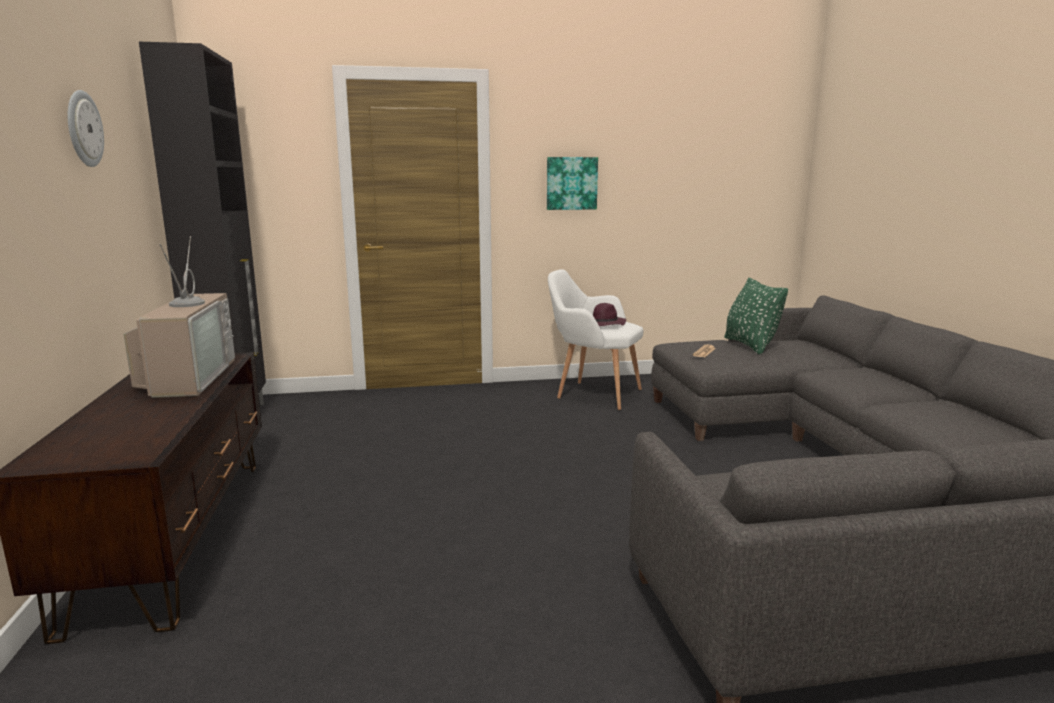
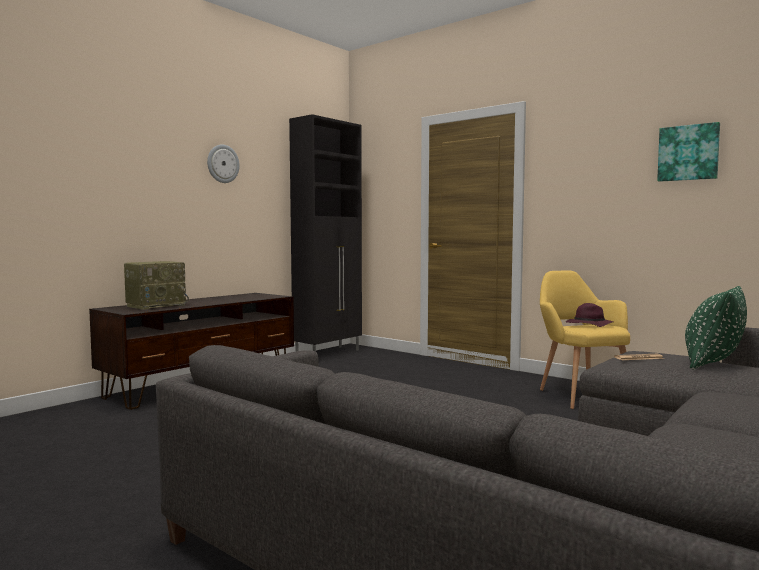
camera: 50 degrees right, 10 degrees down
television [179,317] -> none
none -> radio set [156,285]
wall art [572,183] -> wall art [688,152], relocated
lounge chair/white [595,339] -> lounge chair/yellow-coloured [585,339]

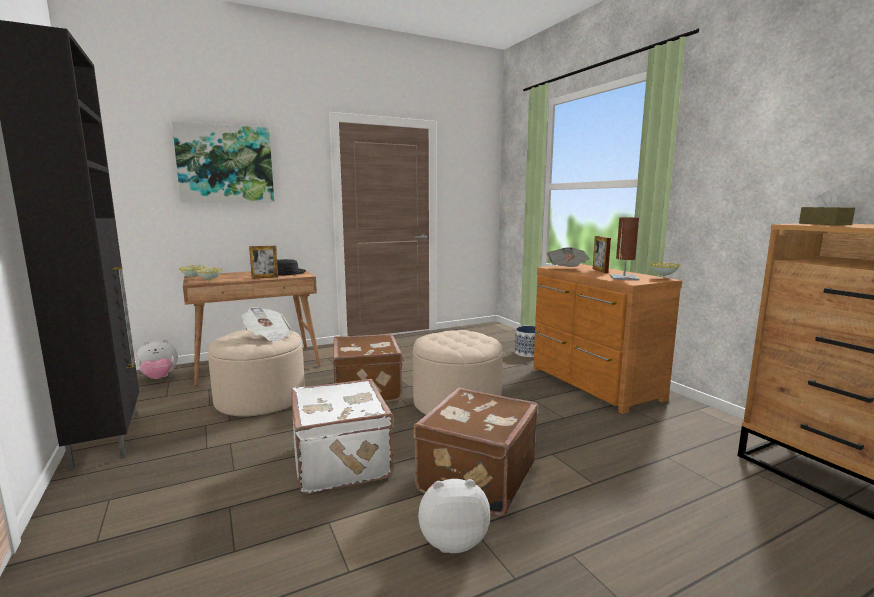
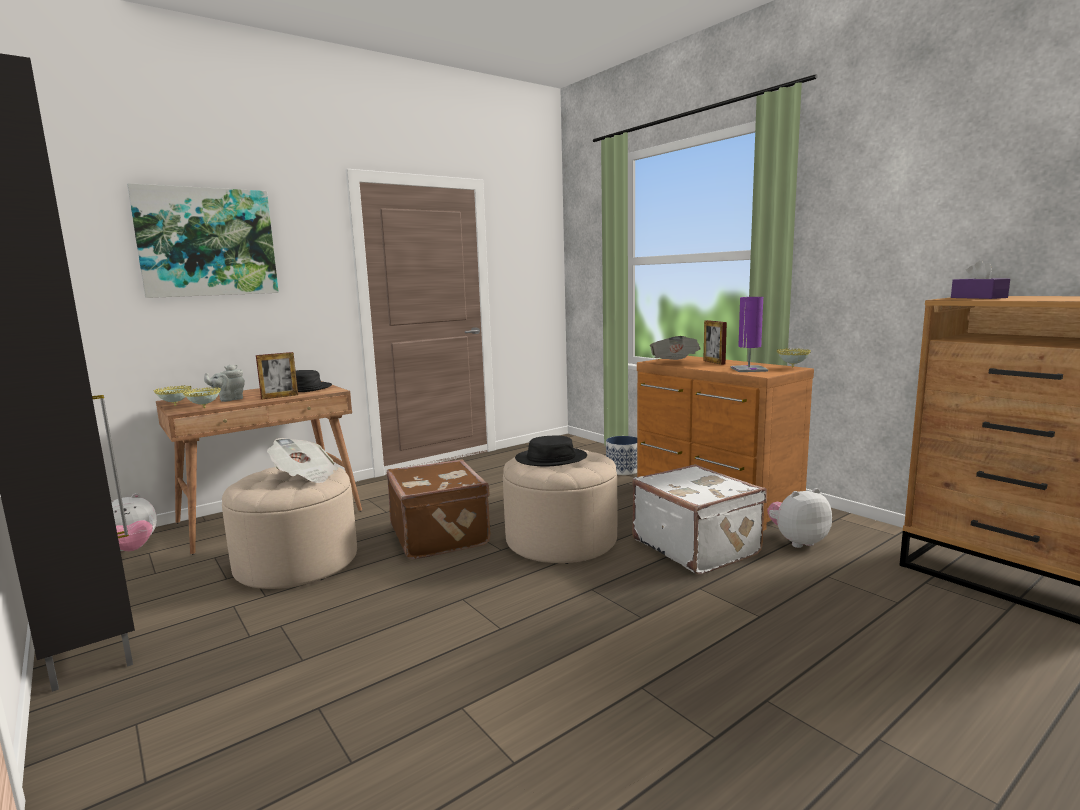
camera: 10 degrees left, 0 degrees up
travel case/brown [476,451] -> none
none -> tea pot/grey [224,383]
none -> wearable hat/black-coloured [551,451]
travel case/white [342,436] -> travel case/white [699,519], relocated
plush toy [454,516] -> plush toy [799,518], relocated
tabletop lamp/brown [625,248] -> tabletop lamp/purplish [749,334]
tissue box/brown [827,207] -> tissue box/purplish [980,279]

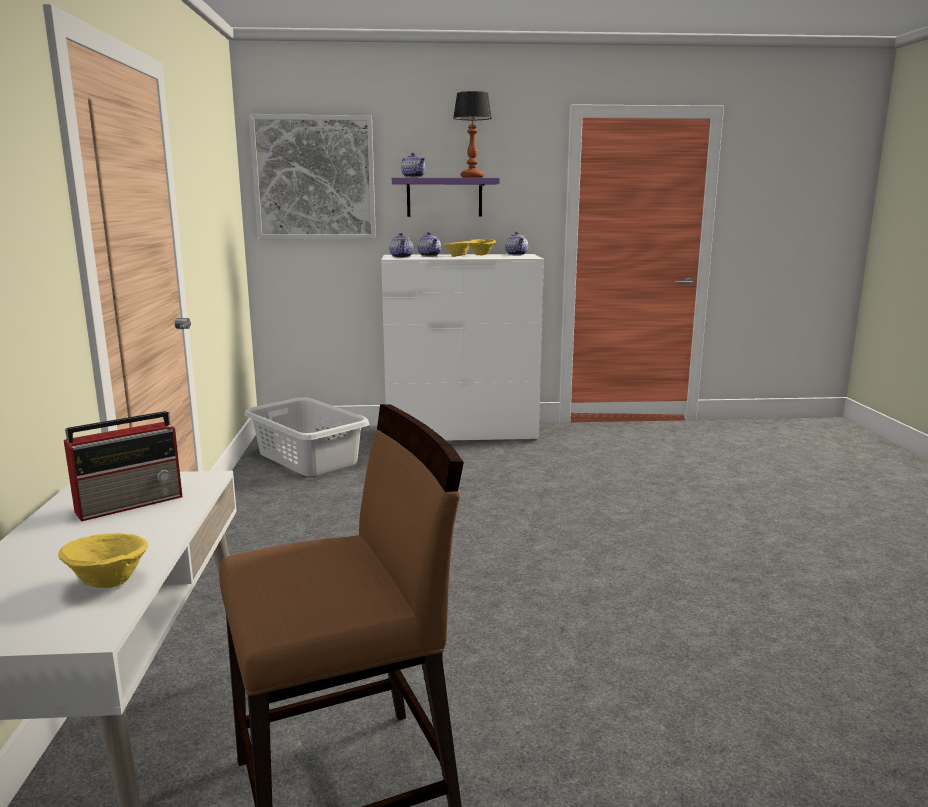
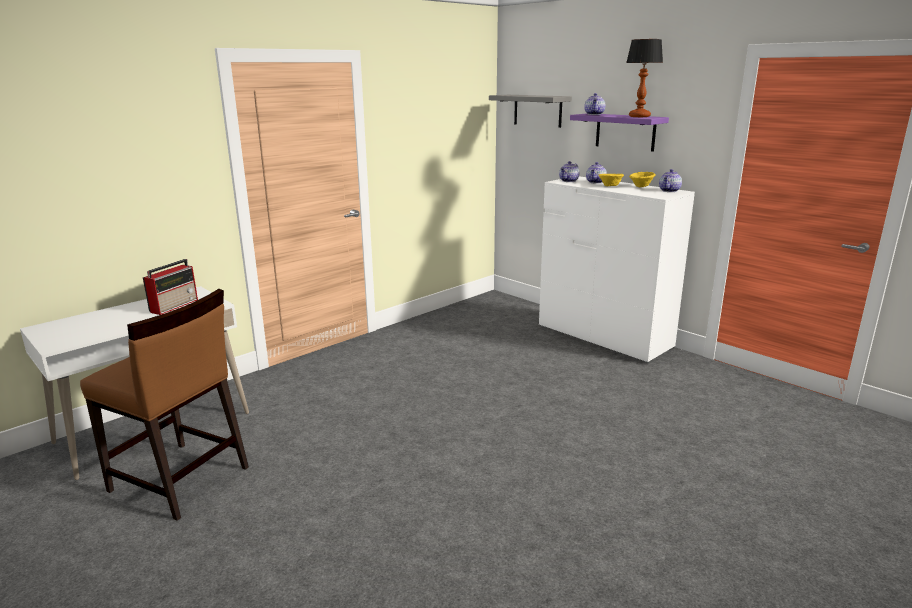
camera: 50 degrees right, 5 degrees up
serving bowl/yellow-coloured [103,560] -> none
hamper/grey [307,436] -> none
wall art [312,176] -> wall shelf/grey [530,111]
radio set [123,466] -> radio set [170,287], 75 degrees counterclockwise

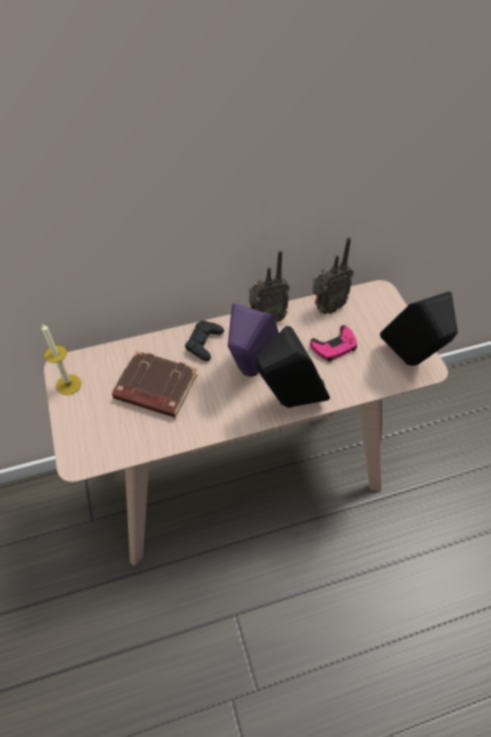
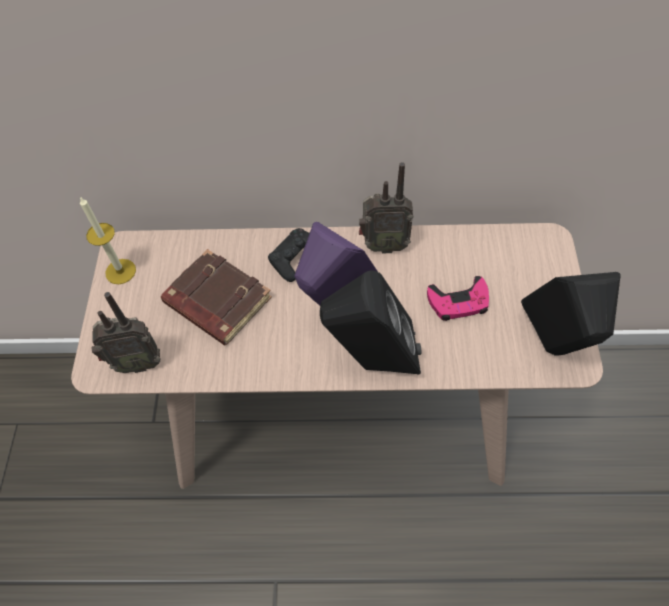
camera: 20 degrees right, 5 degrees up
radio set [333,275] -> radio set [126,332], relocated

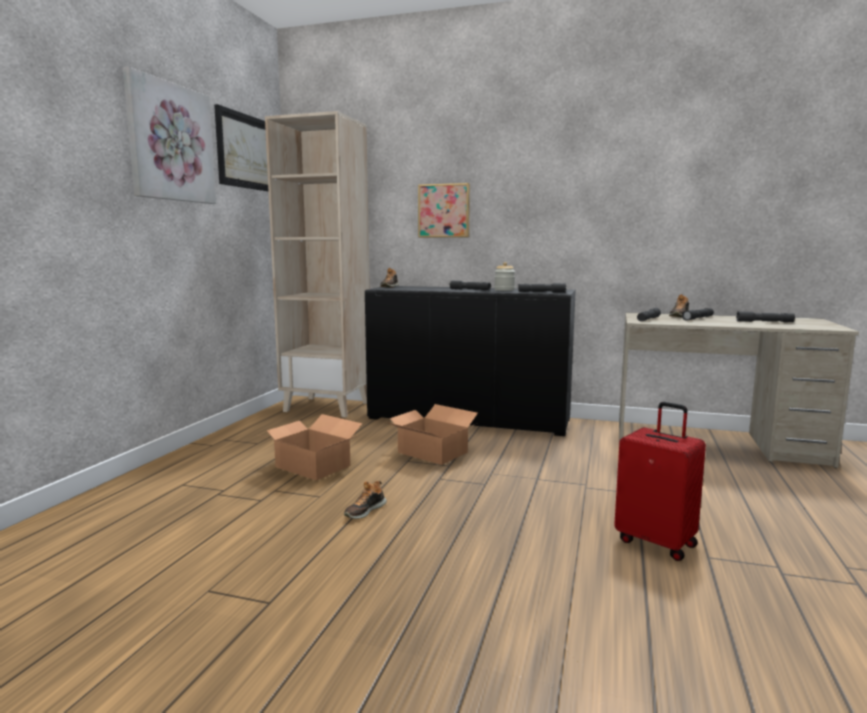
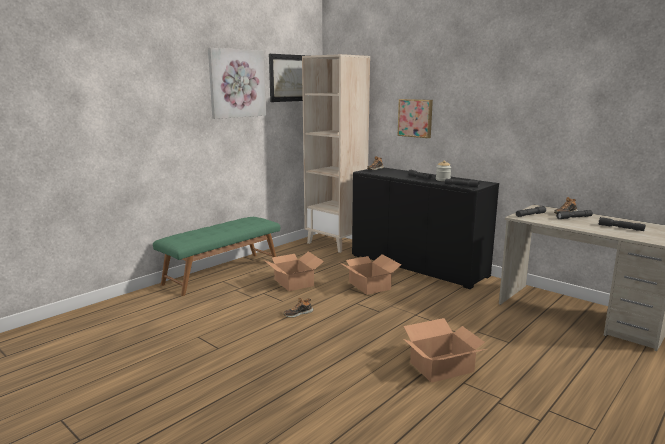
camera: 25 degrees right, 5 degrees up
none -> long seat/green [216,256]
travel case/red-coloured [660,481] -> carton [445,350]

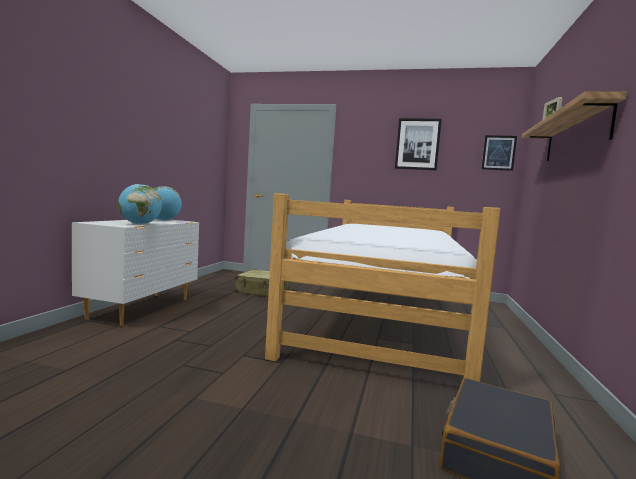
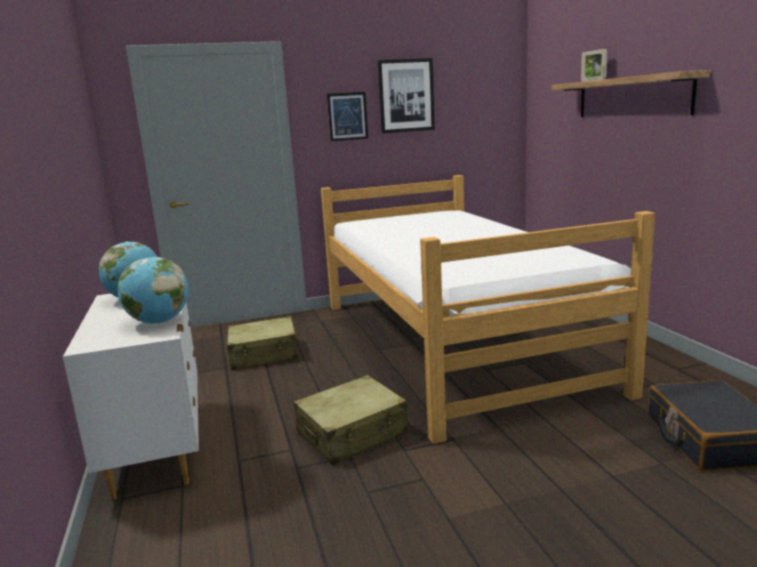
camera: 30 degrees left, 10 degrees up
none -> travel case/beige-coloured [351,420]
wall art [499,153] -> wall art [347,116], relocated

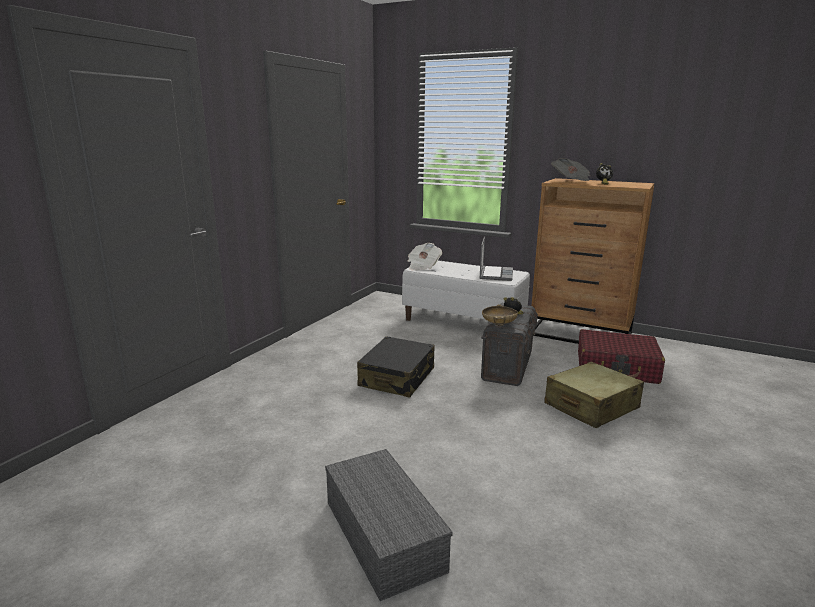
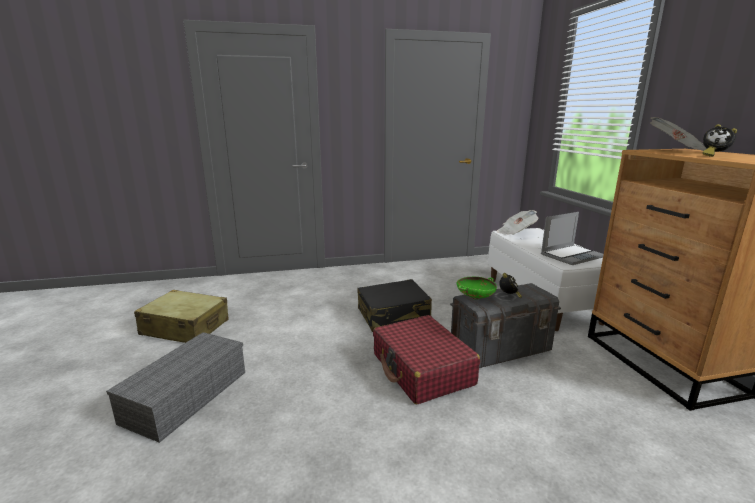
camera: 50 degrees right, 0 degrees up
travel case/beige-coloured [594,395] -> travel case/beige-coloured [181,316], relocated
travel case/red-coloured [621,356] -> travel case/red-coloured [426,360], relocated
serving bowl/beige-coloured [500,315] -> serving bowl/green [477,288]

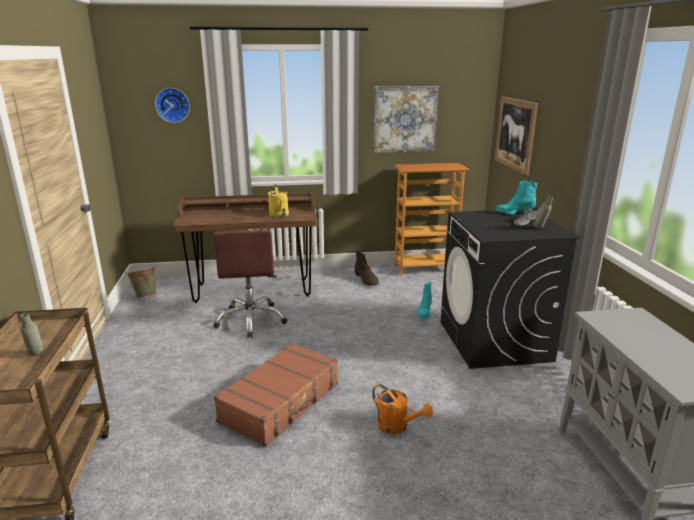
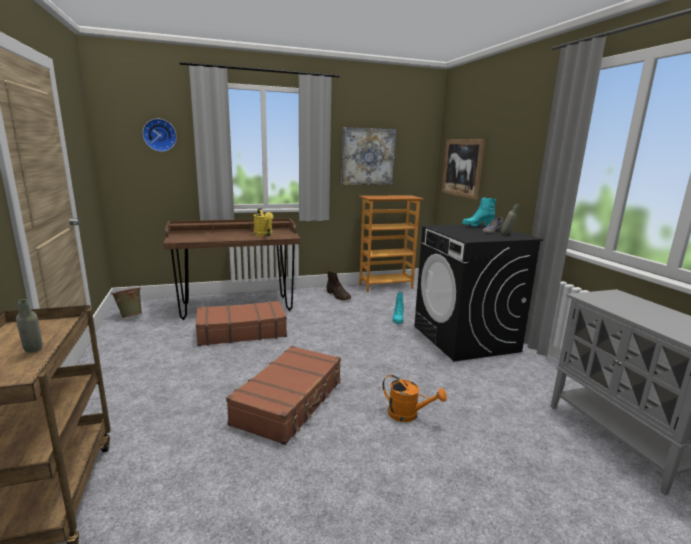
camera: 10 degrees left, 5 degrees down
computer chair/brown [250,284] -> travel case/brown [241,323]

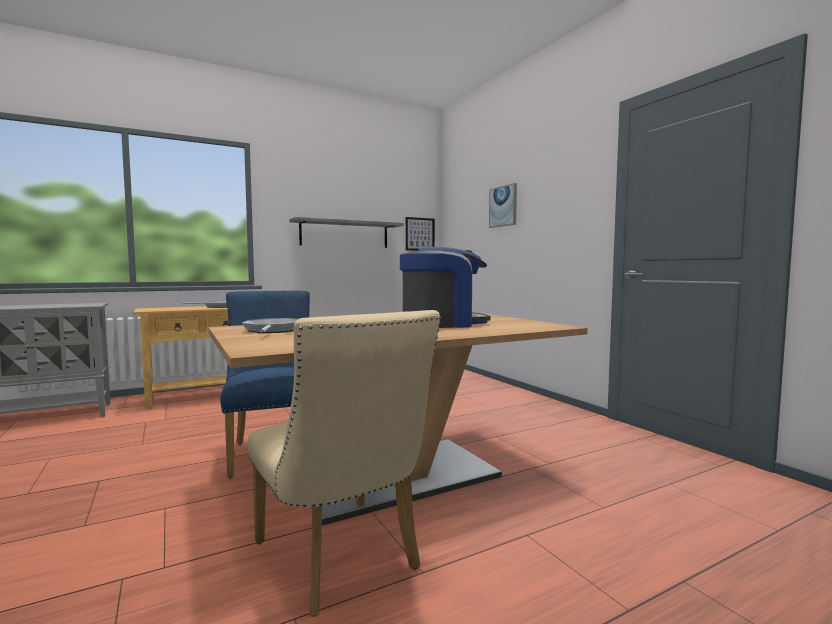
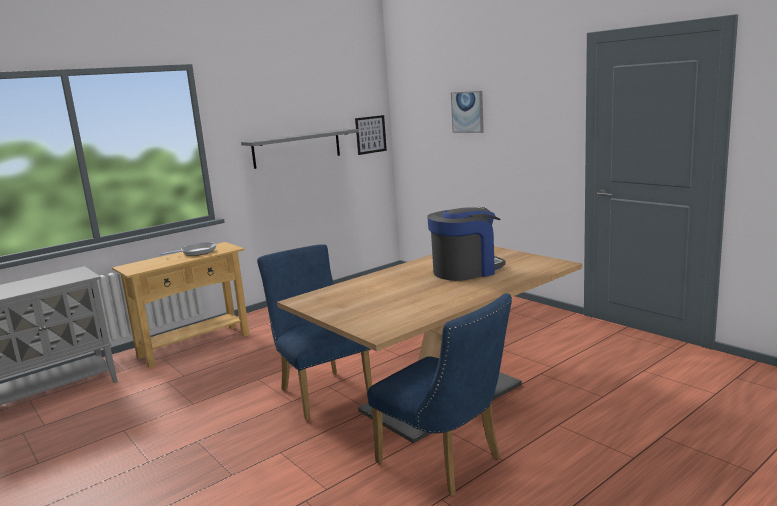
camera: 10 degrees left, 10 degrees up
skillet [270,325] -> none
upright chair/beige-coloured [344,463] -> upright chair/bluish [439,394]

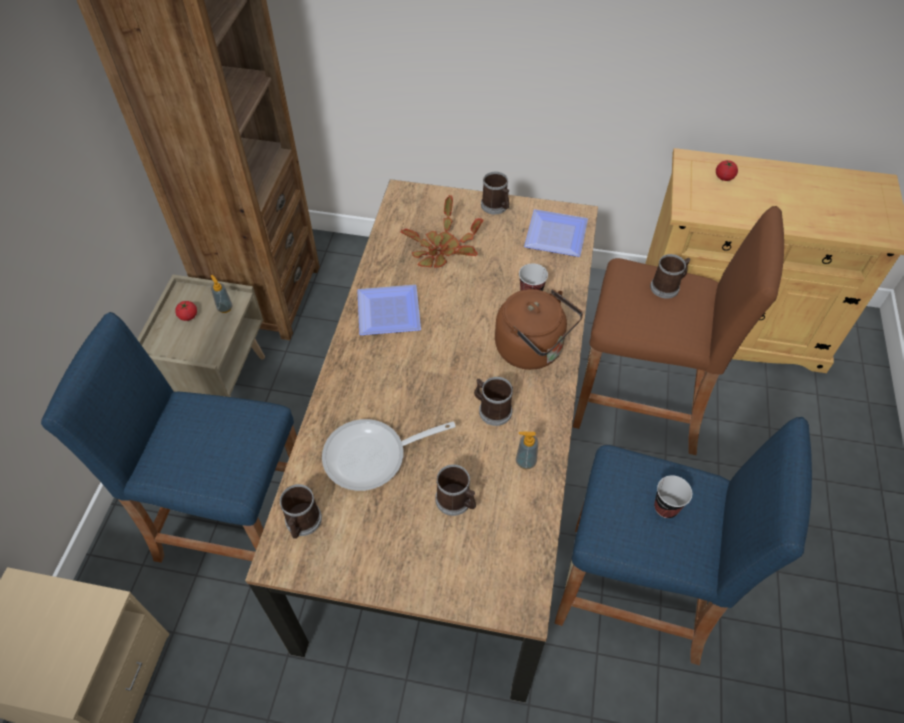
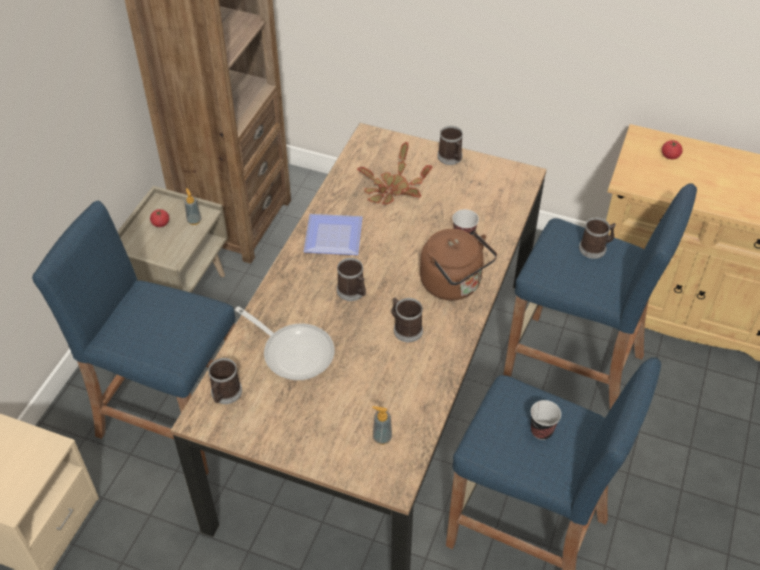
camera: 10 degrees right, 5 degrees down
dinner plate [556,233] -> none
tea mug [455,490] -> tea mug [351,279], relocated
soap bottle [527,450] -> soap bottle [382,425], relocated
stool seat/brown [678,330] -> stool seat/bluish [600,296]
skillet [389,455] -> skillet [285,343], 135 degrees counterclockwise

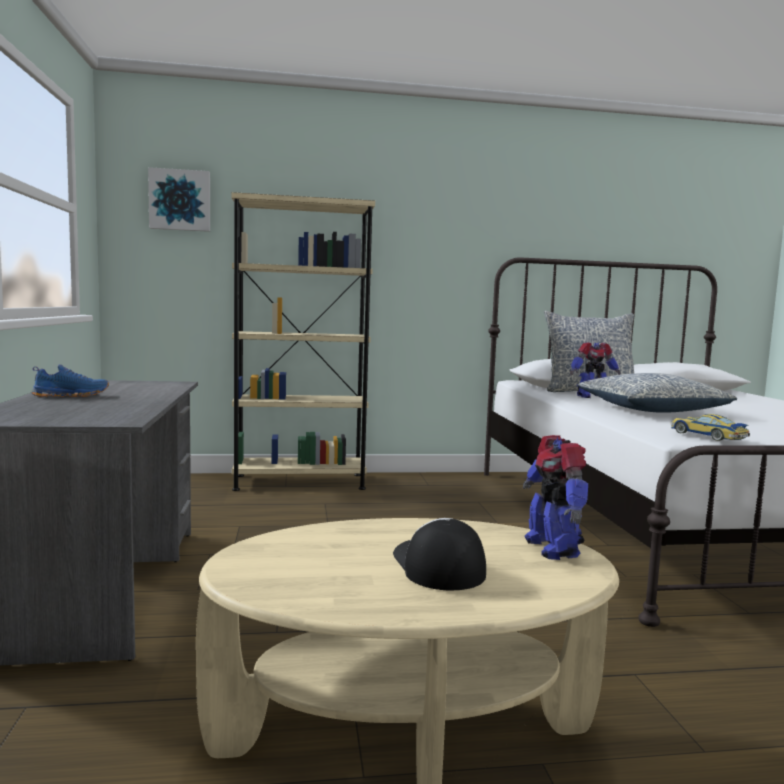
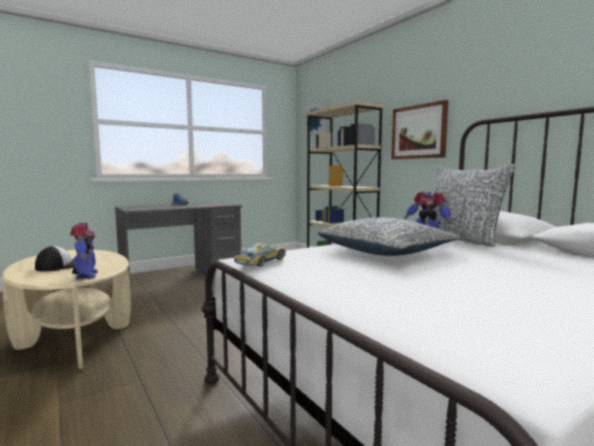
camera: 65 degrees right, 0 degrees up
none -> wall art [419,129]
robot figure [555,497] -> robot figure [84,251], 105 degrees clockwise

